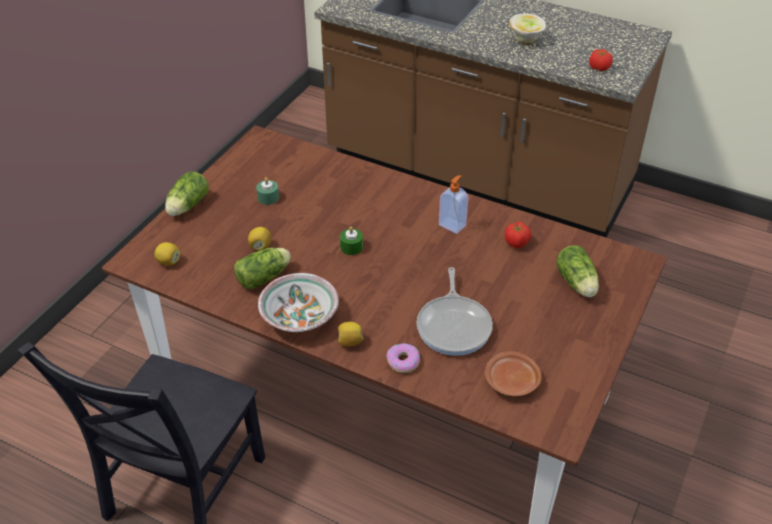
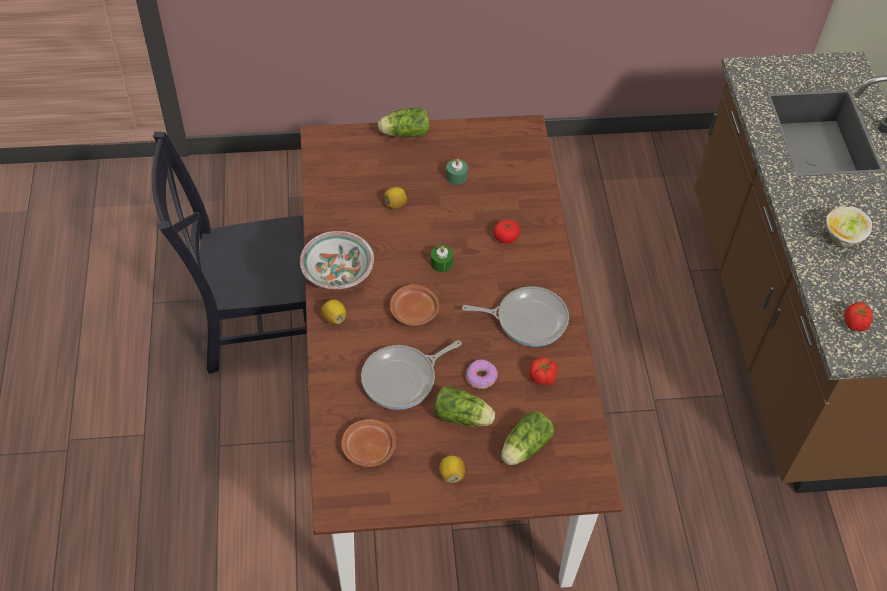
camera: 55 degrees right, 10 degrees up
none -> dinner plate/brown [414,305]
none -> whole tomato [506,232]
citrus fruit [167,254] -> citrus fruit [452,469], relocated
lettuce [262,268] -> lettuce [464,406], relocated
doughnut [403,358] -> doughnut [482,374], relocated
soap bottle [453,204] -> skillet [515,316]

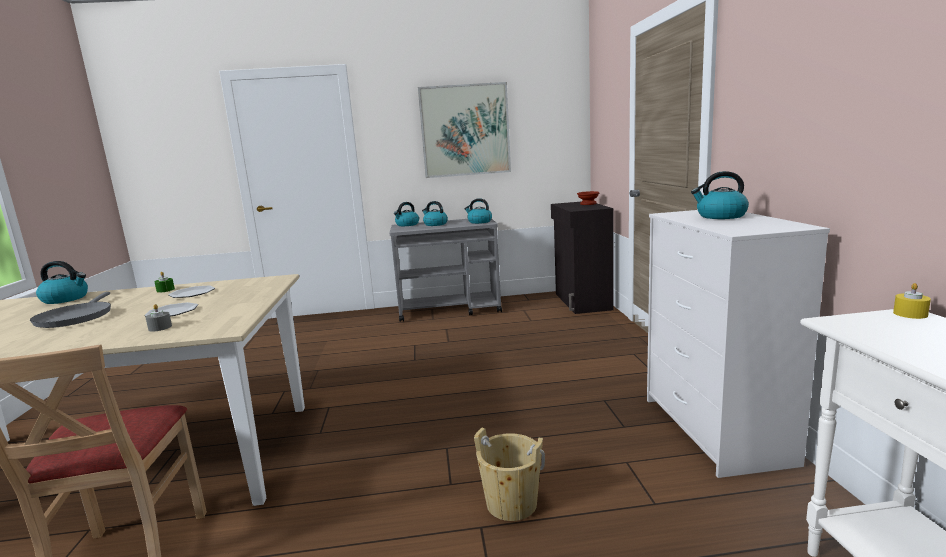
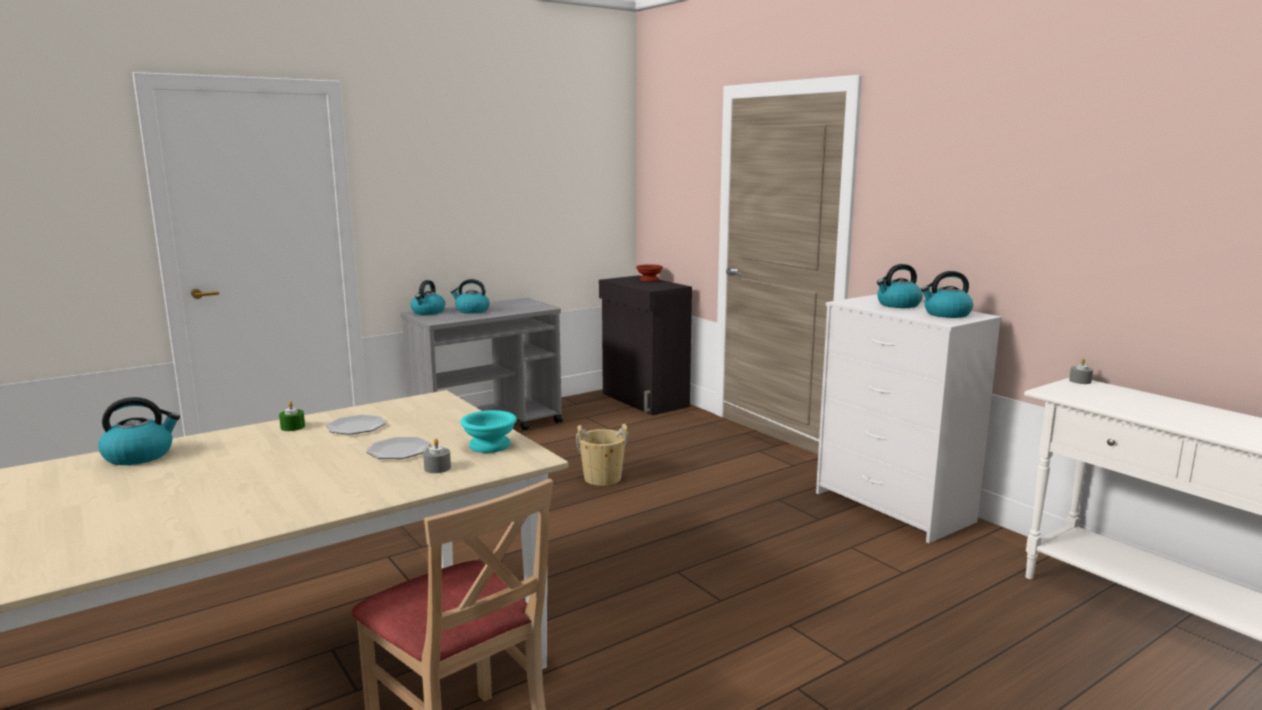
camera: 30 degrees left, 0 degrees up
skillet/grey [70,310] -> none
wall art [464,130] -> none
none -> serving bowl/turquoise-coloured [488,431]
tea kettle [478,211] -> tea kettle [947,294], relocated
bucket/beige-coloured [509,474] -> bucket/beige-coloured [602,455], relocated
wax candle/yellow-coloured [912,301] -> wax candle/grey [1081,371]

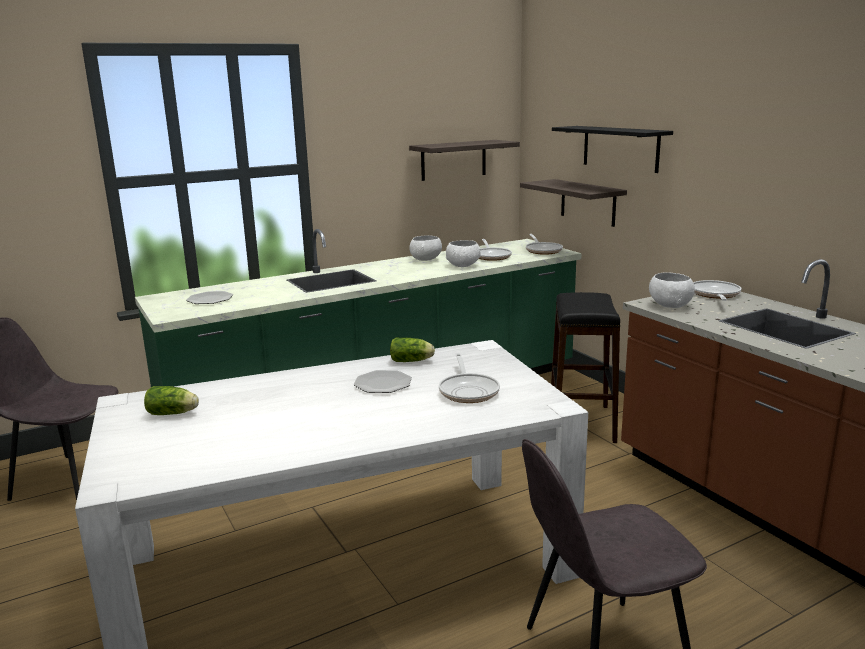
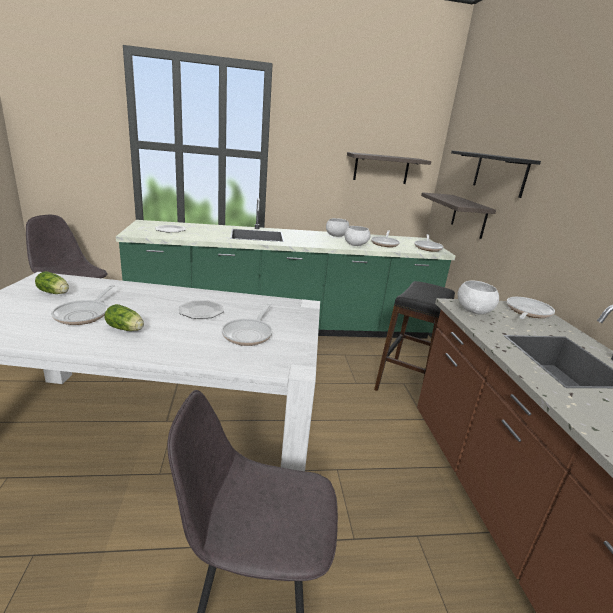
camera: 20 degrees right, 5 degrees up
none -> skillet [83,305]
lettuce [412,350] -> lettuce [124,317], relocated

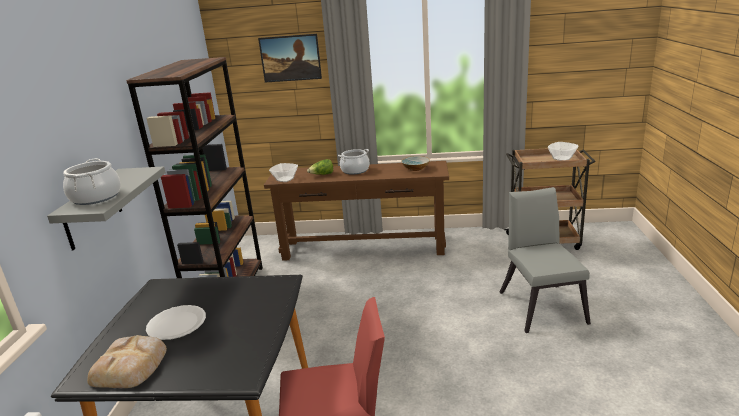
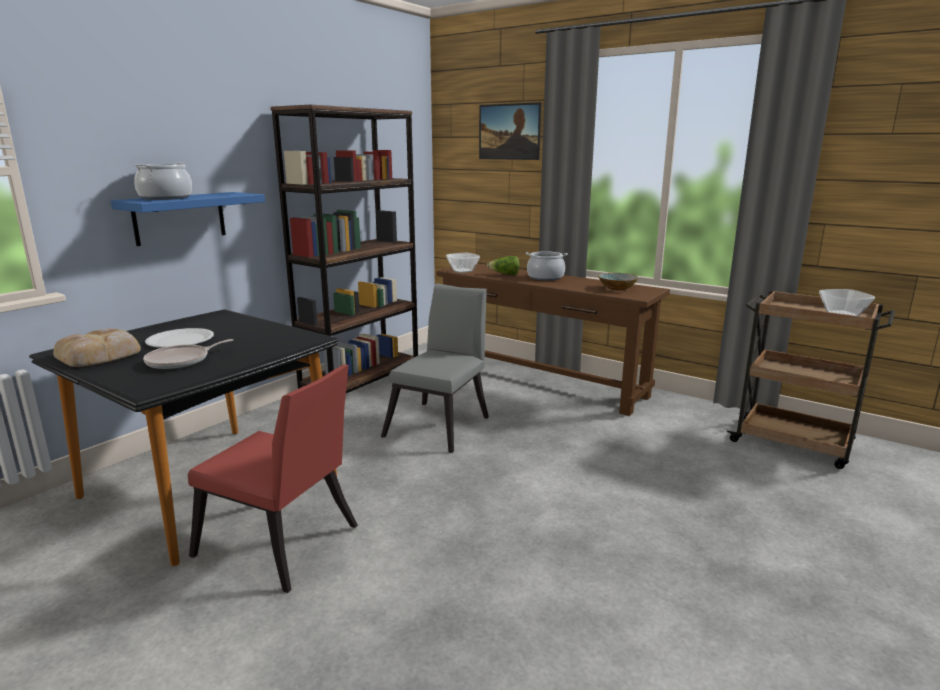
camera: 30 degrees right, 5 degrees down
none -> skillet [188,354]
upright chair/grey [545,260] -> upright chair/grey [435,368], relocated
wall shelf/grey [106,208] -> wall shelf/bluish [188,219]

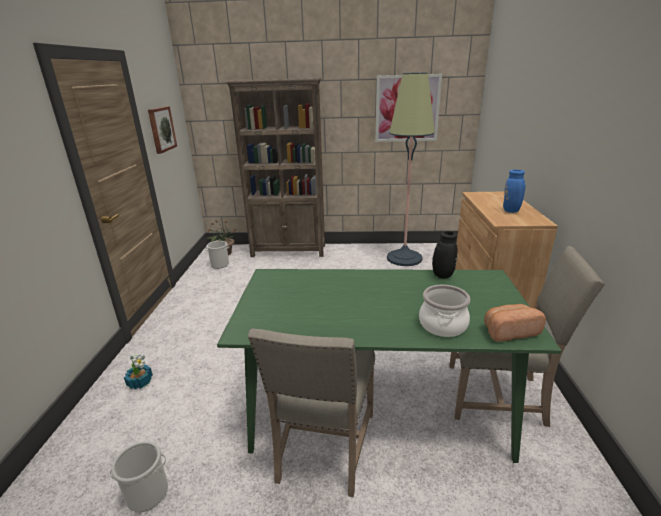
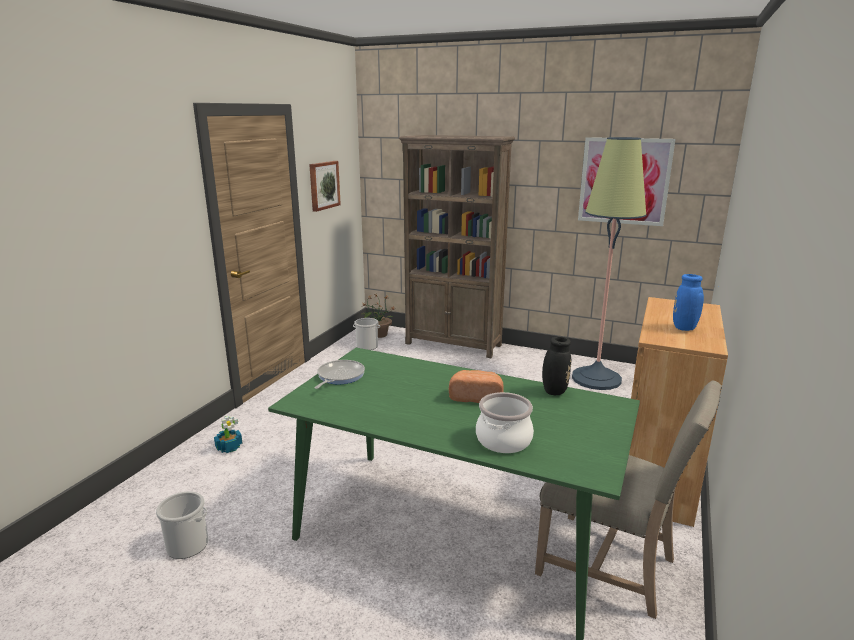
camera: 20 degrees right, 5 degrees down
upright chair/beige-coloured [311,412] -> none
none -> skillet [339,374]
bakery bread [515,323] -> bakery bread [476,386], relocated

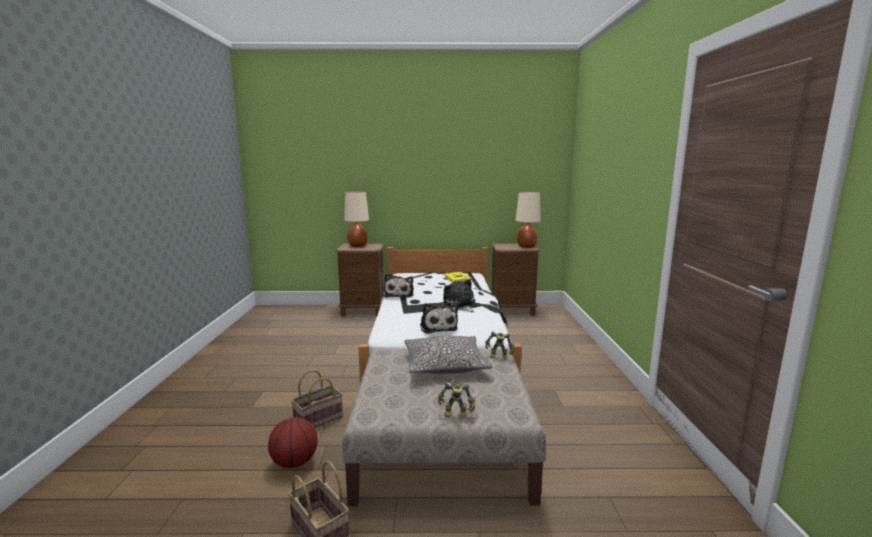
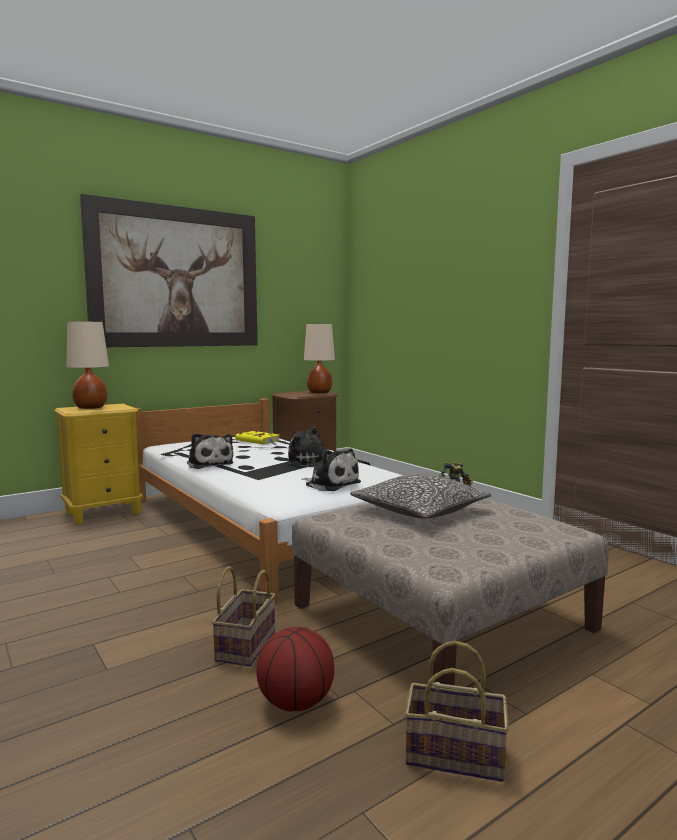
camera: 35 degrees left, 5 degrees down
robot figure [456,399] -> none
none -> wall art [169,270]
nightstand/brown [360,280] -> nightstand/yellow-coloured [98,464]

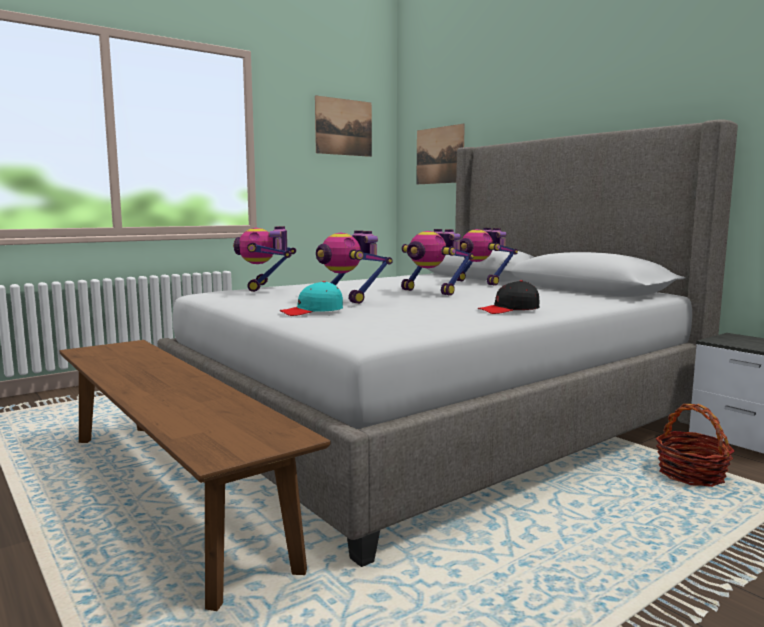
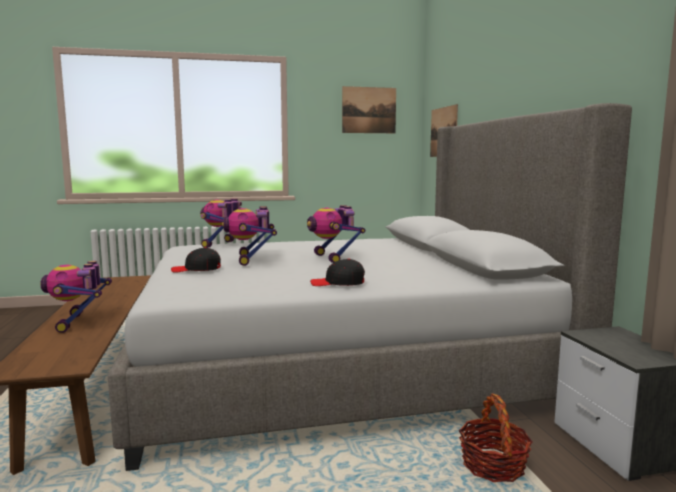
camera: 25 degrees right, 0 degrees up
robot figure [486,257] -> robot figure [76,297], relocated
cap/turquoise-coloured [311,298] -> cap/black-coloured [196,260]

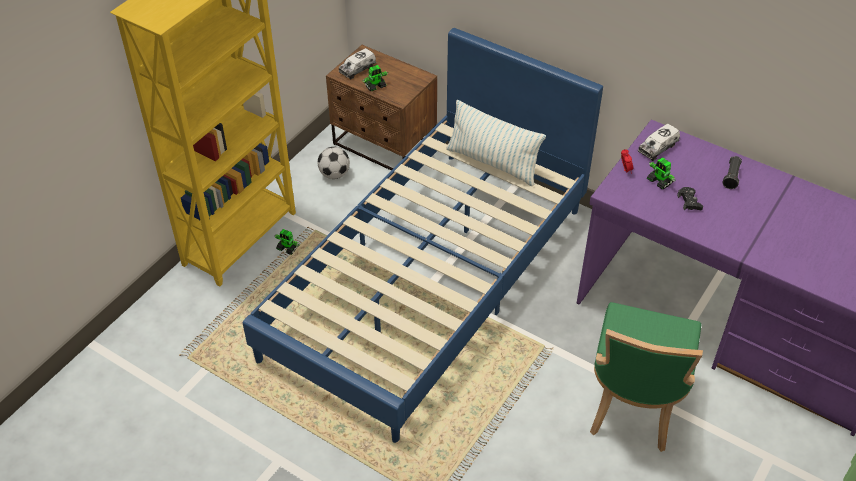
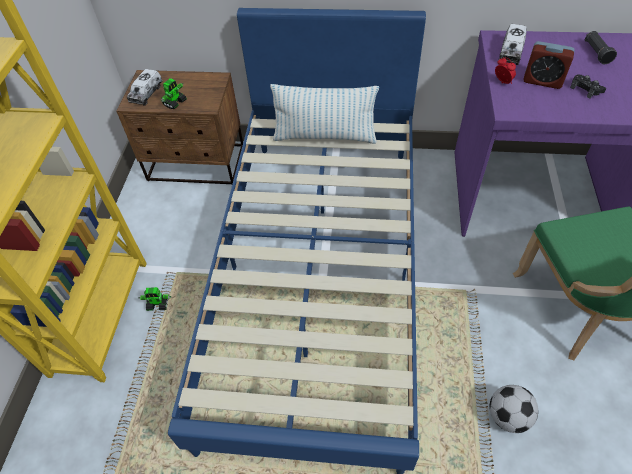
camera: 25 degrees left, 5 degrees up
football ball [334,163] -> football ball [513,409], relocated
robot figure [661,173] -> bedside clock [549,65]

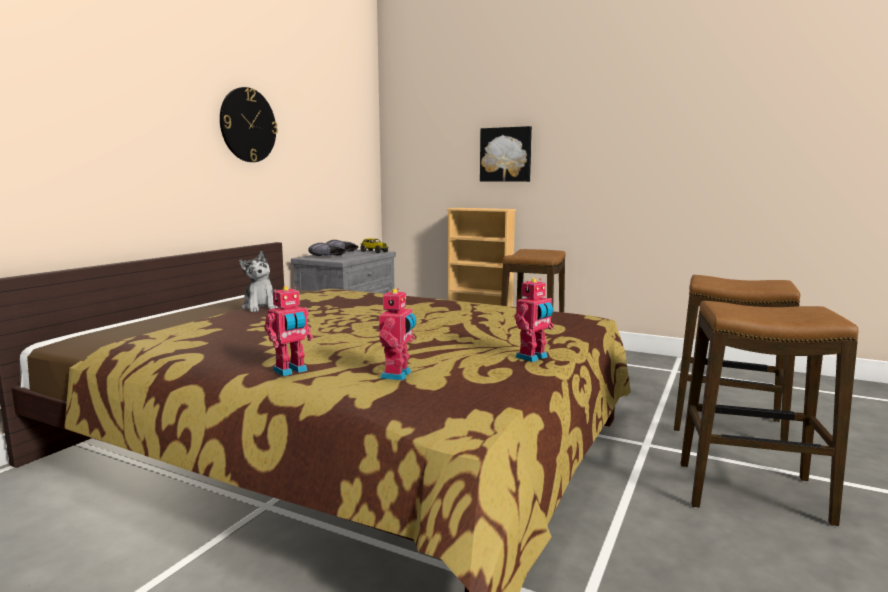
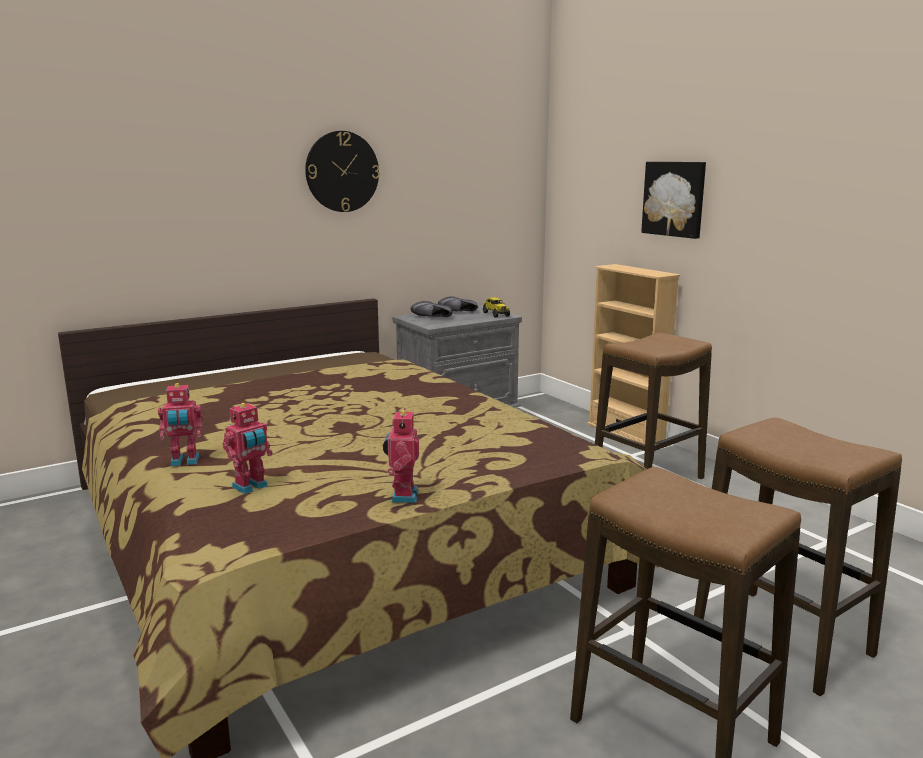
camera: 30 degrees right, 5 degrees up
plush toy [258,281] -> none
robot figure [534,320] -> robot figure [401,455], 105 degrees clockwise

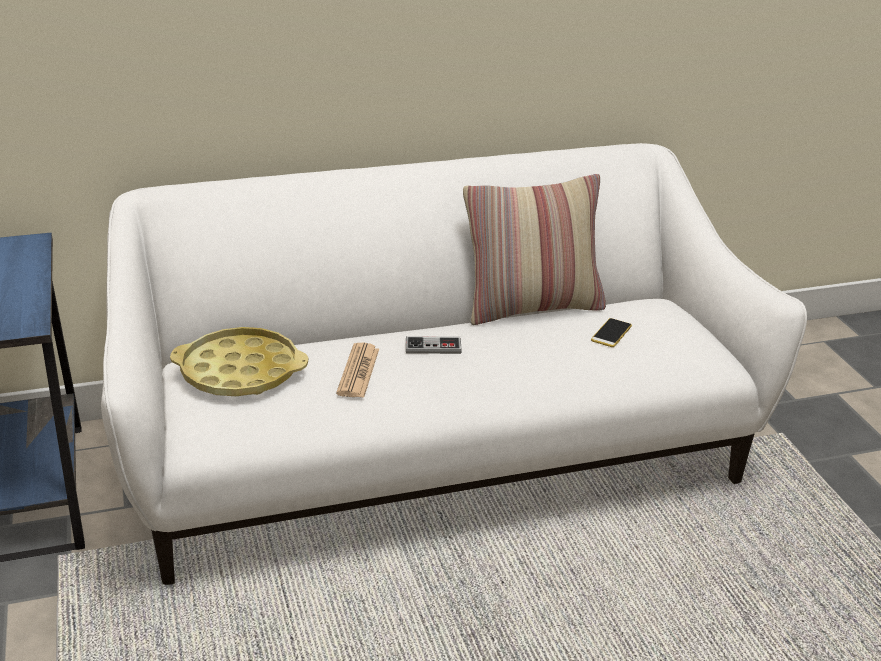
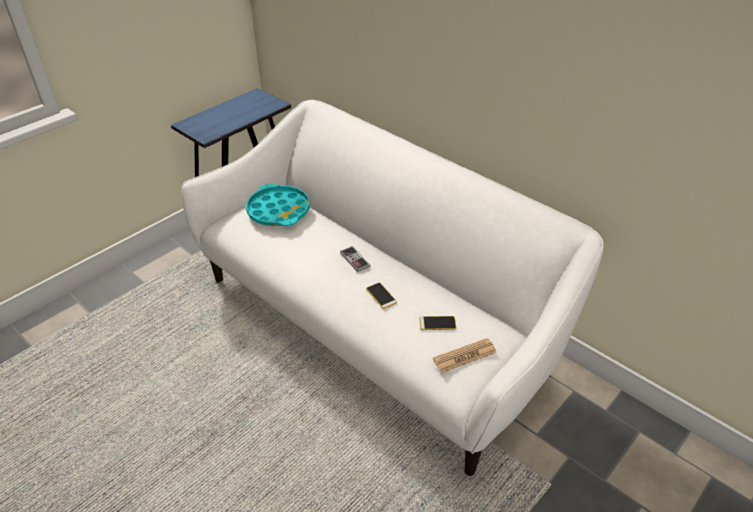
camera: 60 degrees right, 10 degrees up
pillow [534,249] -> none
none -> handset [381,296]
daily paper [357,370] -> daily paper [465,355], relocated
carrying tray/yellow-coloured [239,361] -> carrying tray/turquoise-coloured [278,204]

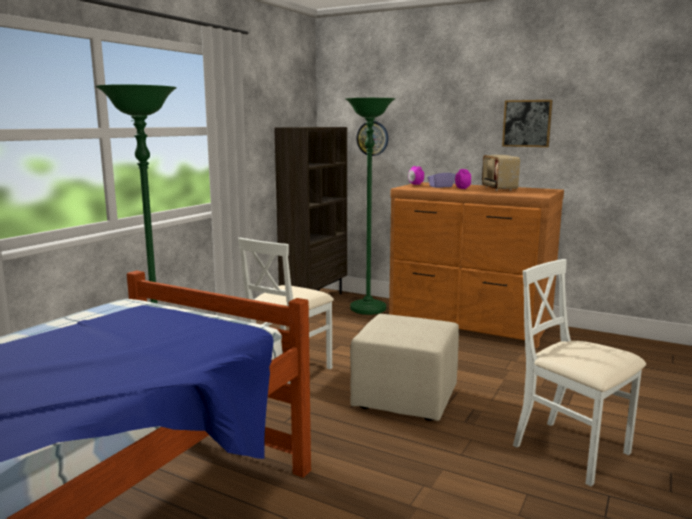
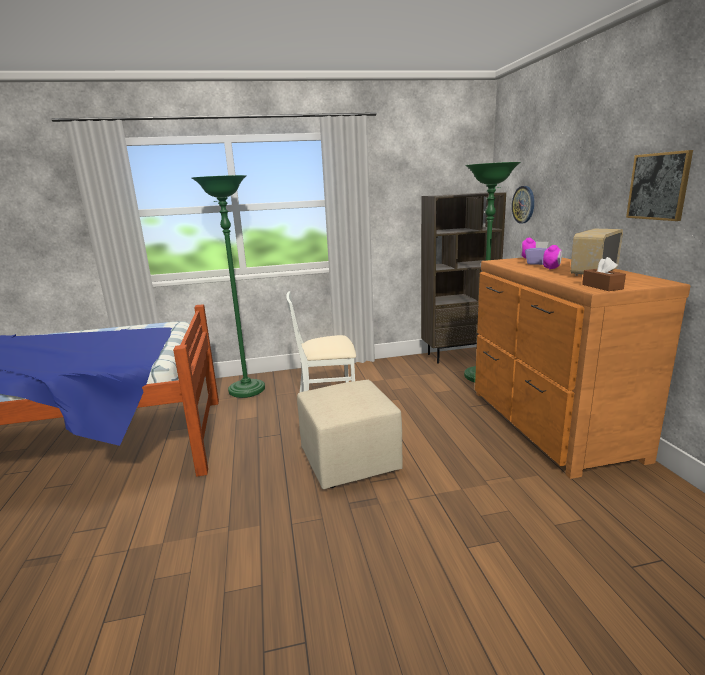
camera: 50 degrees right, 5 degrees up
upright chair/white [579,372] -> none
none -> tissue box/brown [604,274]

